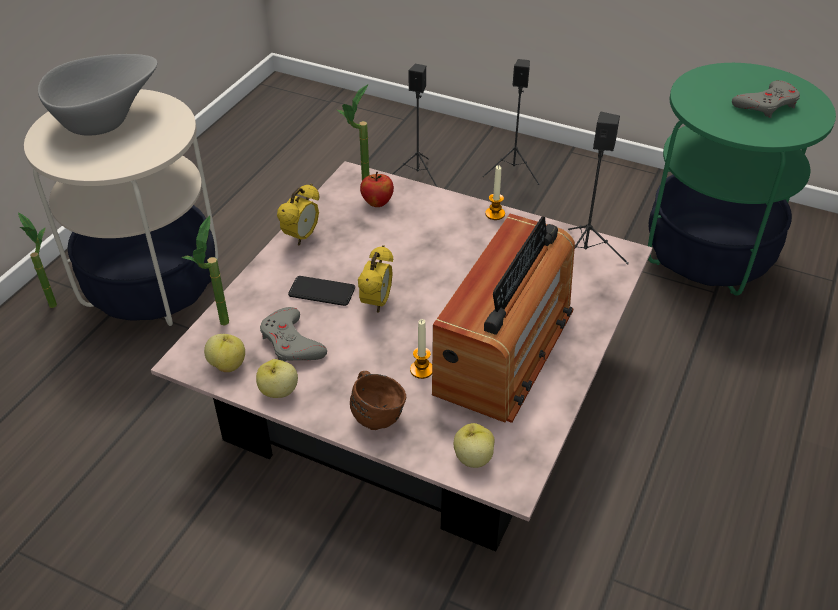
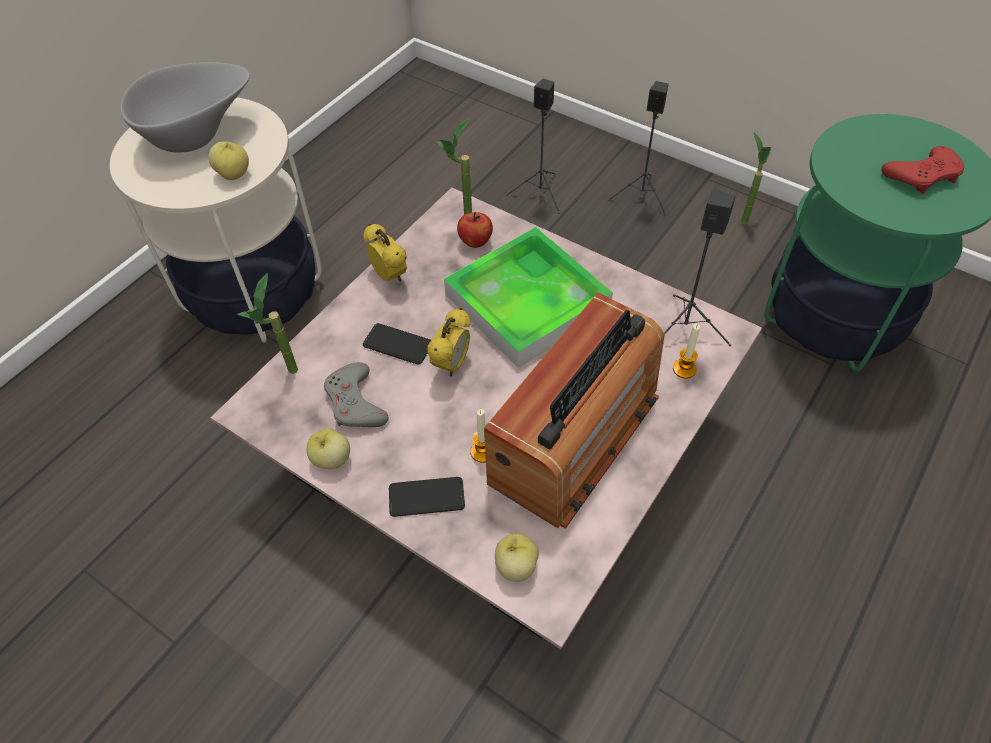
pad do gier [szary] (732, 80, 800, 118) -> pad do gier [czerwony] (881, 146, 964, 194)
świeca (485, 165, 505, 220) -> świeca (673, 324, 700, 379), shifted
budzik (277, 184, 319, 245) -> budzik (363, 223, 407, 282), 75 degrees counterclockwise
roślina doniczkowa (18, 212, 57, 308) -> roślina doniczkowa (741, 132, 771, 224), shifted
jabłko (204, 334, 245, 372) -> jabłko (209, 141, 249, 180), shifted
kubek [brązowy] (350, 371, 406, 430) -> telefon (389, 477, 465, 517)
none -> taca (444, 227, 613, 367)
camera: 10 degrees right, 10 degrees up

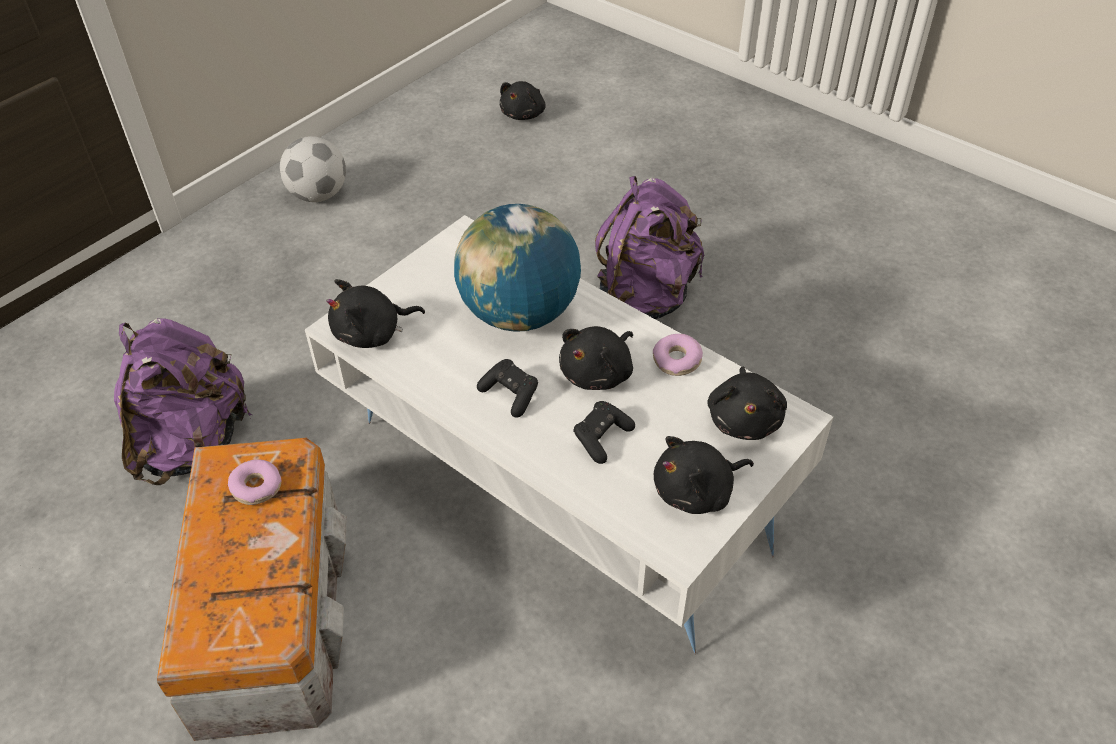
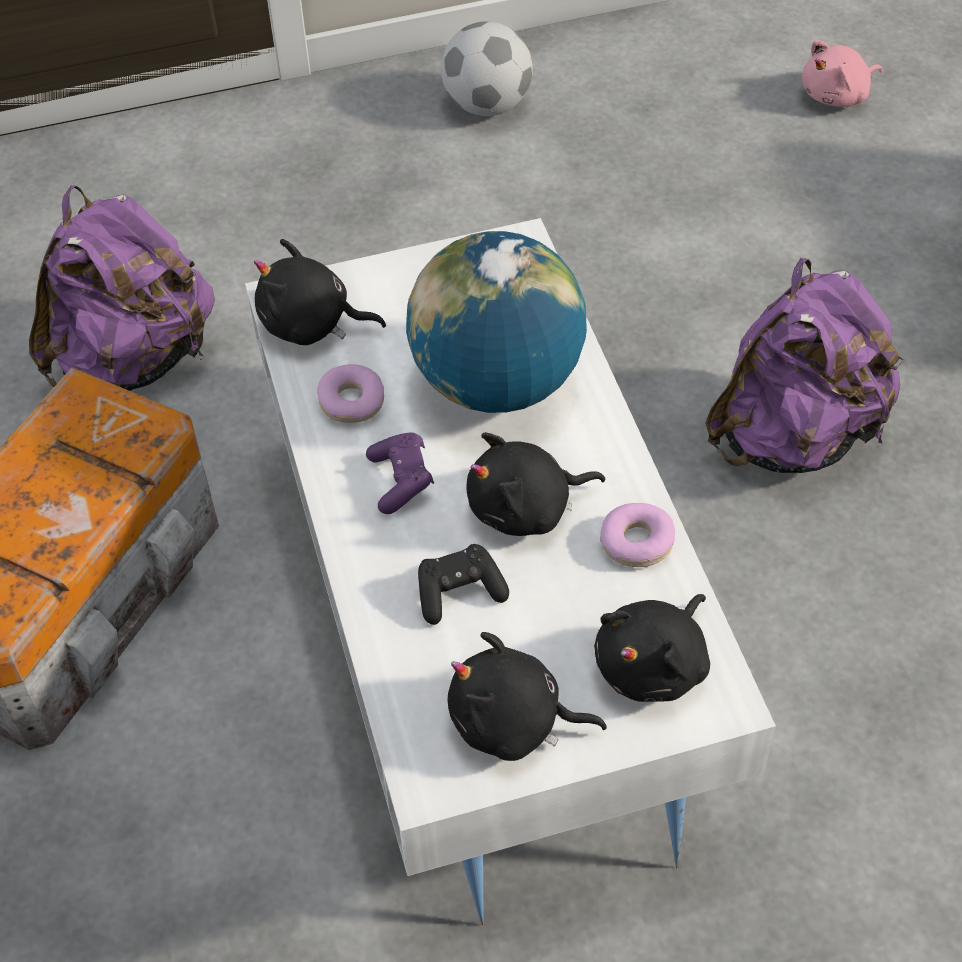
pluszak [czarny] (500, 81, 546, 120) -> pluszak [różowy] (802, 40, 883, 107)
pad do gier [czarny] (477, 359, 538, 418) -> pad do gier [fioletowy] (366, 433, 434, 514)
donut (228, 459, 281, 505) -> donut (317, 364, 384, 423), shifted
camera: 35 degrees right, 5 degrees up

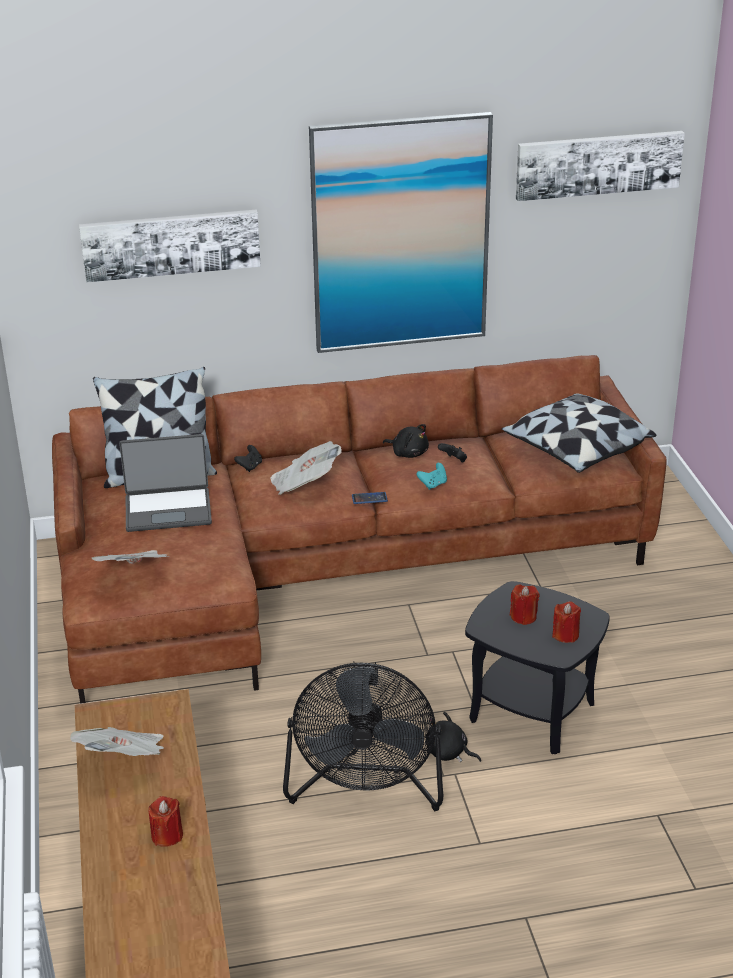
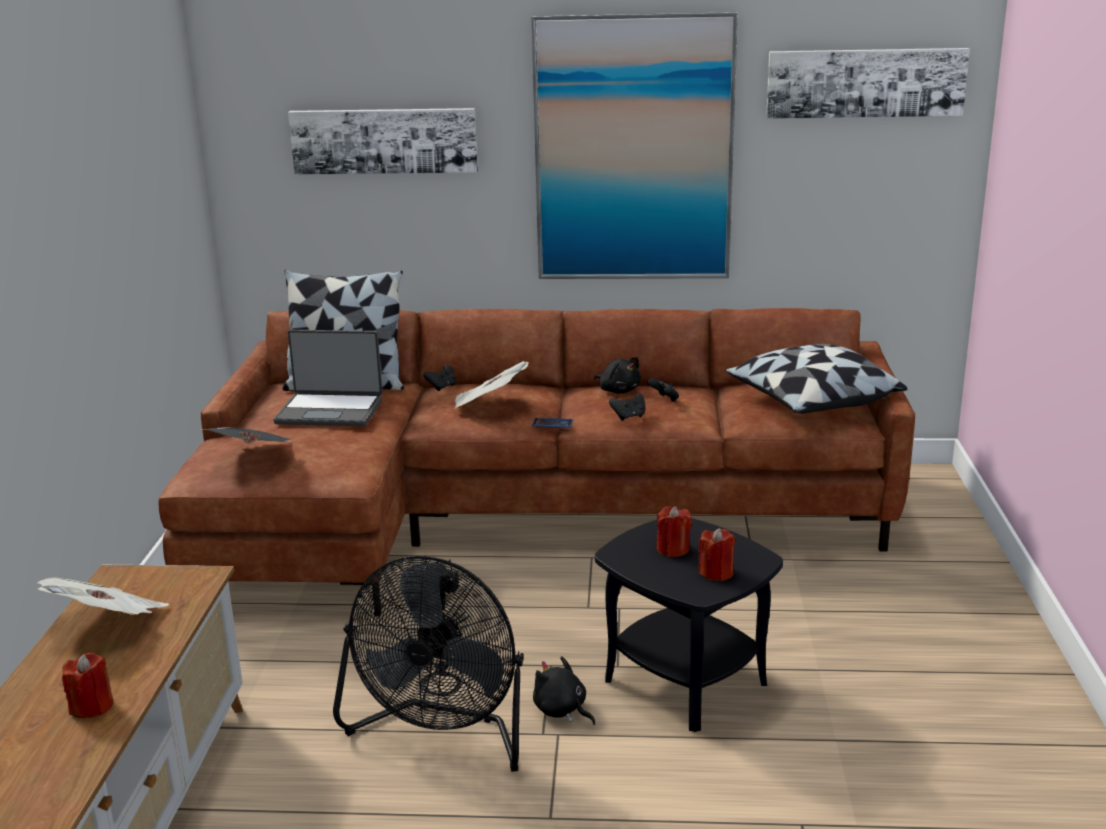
pad do gier [turkusowy] (417, 463, 447, 490) -> pad do gier [czarny] (609, 393, 645, 421)
camera: 15 degrees right, 10 degrees down

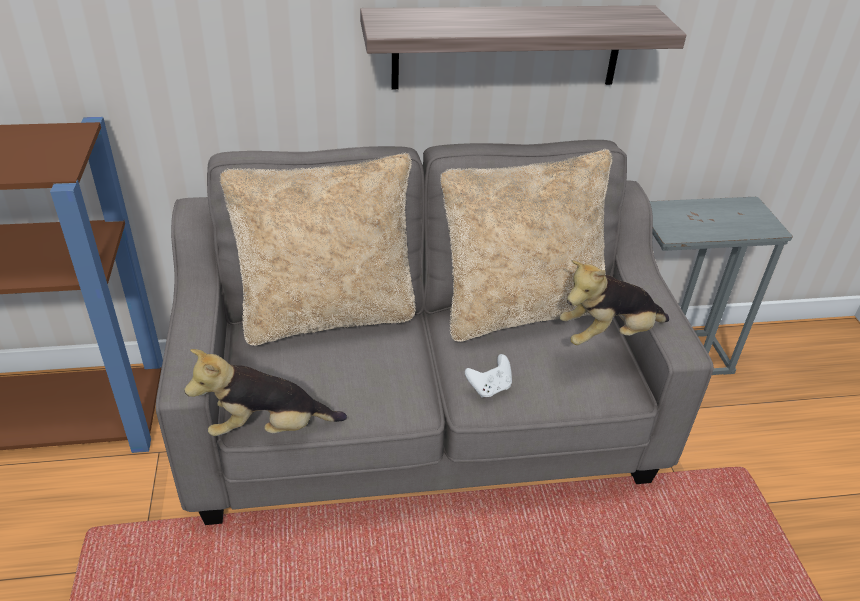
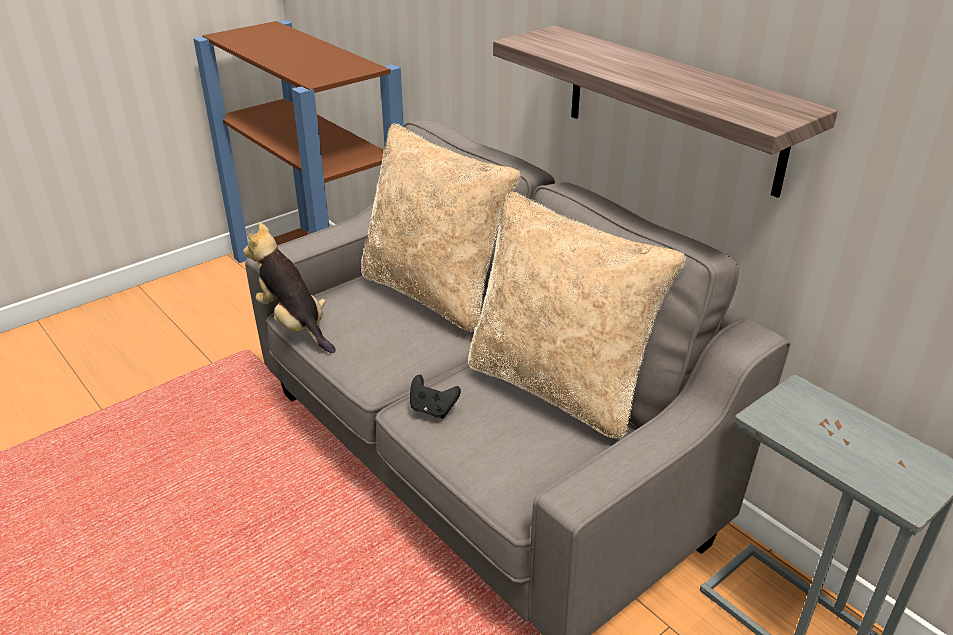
pluszak (560, 260, 669, 345) -> none
pad do gier [biały] (465, 354, 512, 398) -> pad do gier [czarny] (410, 375, 461, 418)
camera: 60 degrees right, 5 degrees down

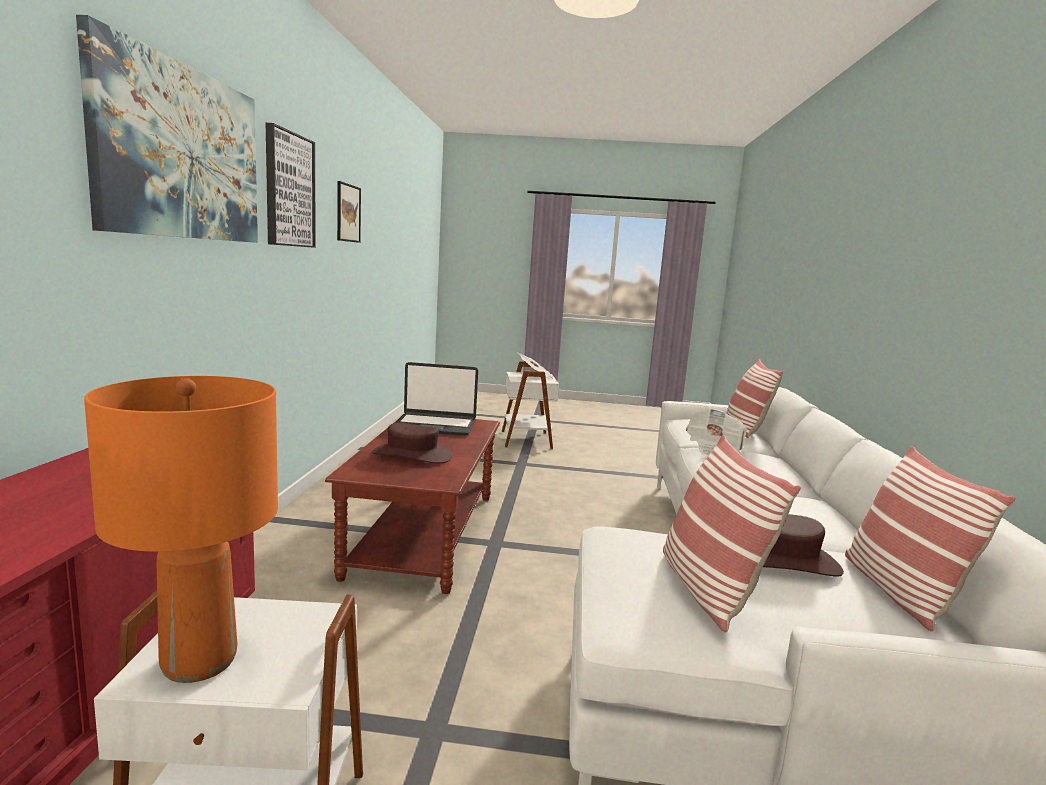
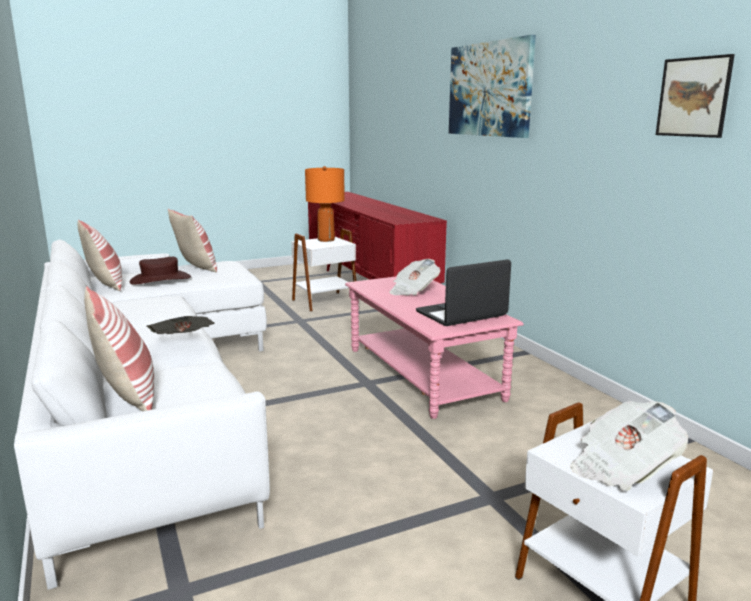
obraz (266, 123, 316, 248) -> none
ława [brązowy] (325, 419, 500, 594) -> ława [różowy] (345, 276, 524, 419)
kapelusz [brązowy] (372, 423, 452, 463) -> gazeta (389, 259, 440, 296)
camera: 150 degrees right, 5 degrees up

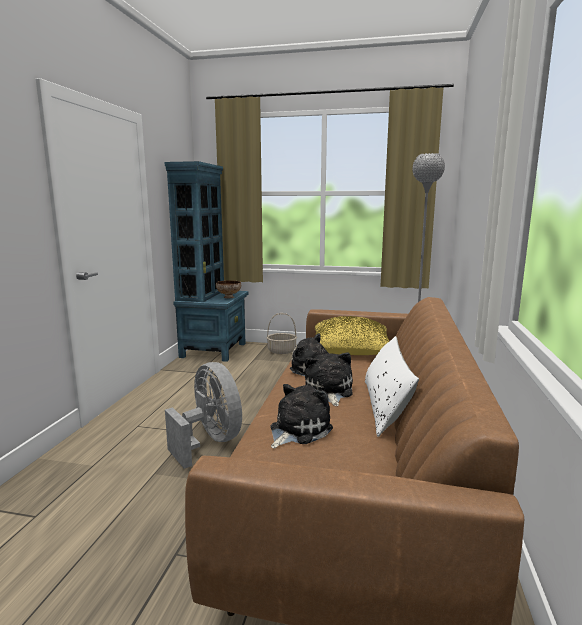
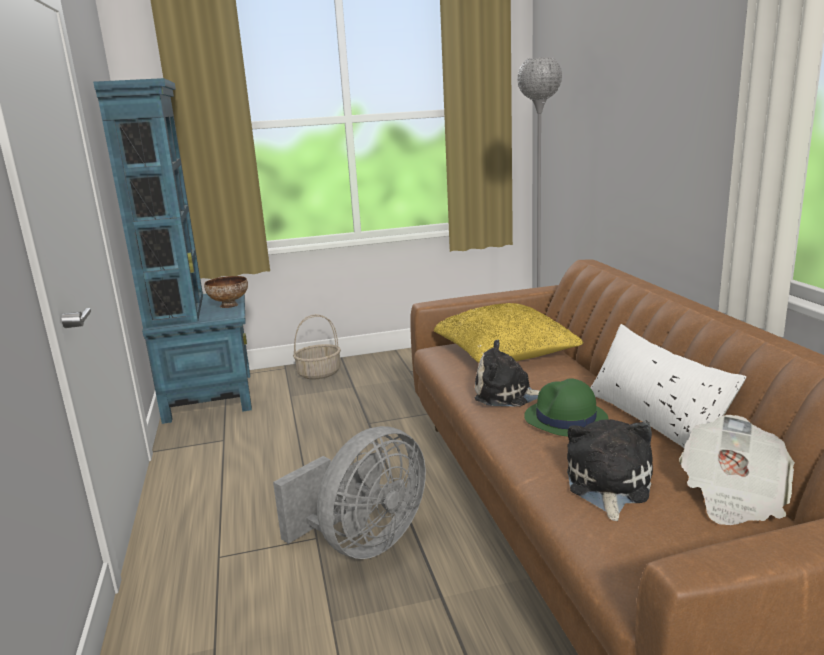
pluszak (305, 352, 353, 406) -> kapelusz [zielony] (524, 378, 609, 436)
wentylator [szary] (165, 362, 242, 469) -> wentylator [szary] (273, 426, 426, 559), 105 degrees clockwise
none -> gazeta (679, 415, 795, 525)
camera: 25 degrees left, 5 degrees up

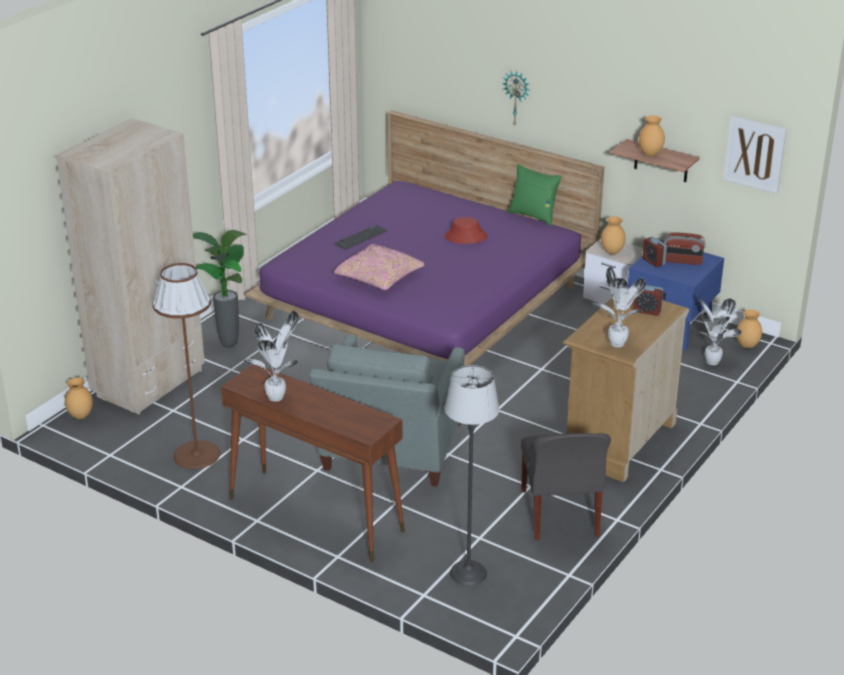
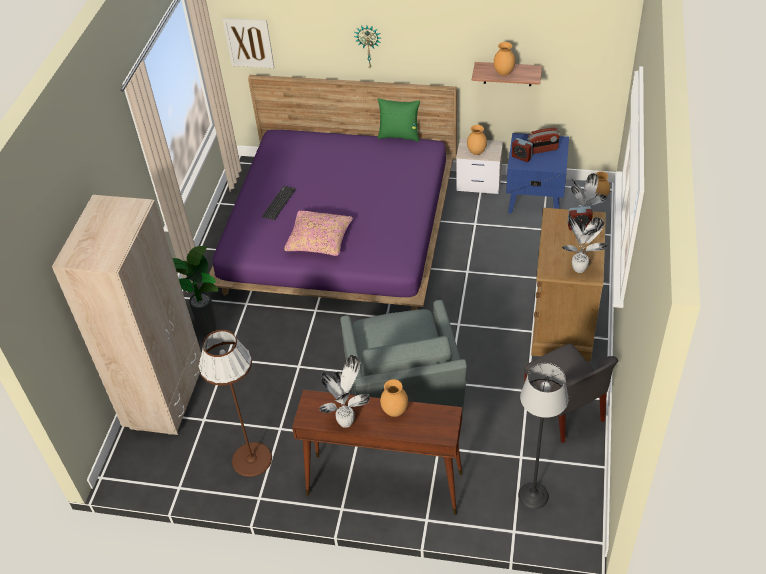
obraz (723, 115, 787, 194) -> obraz (222, 18, 274, 68), shifted
kapelusz [czerwony] (445, 217, 488, 244) -> none
wazon [brązowy] (65, 378, 93, 419) -> wazon [brązowy] (380, 379, 408, 417), shifted
camera: 20 degrees left, 15 degrees up

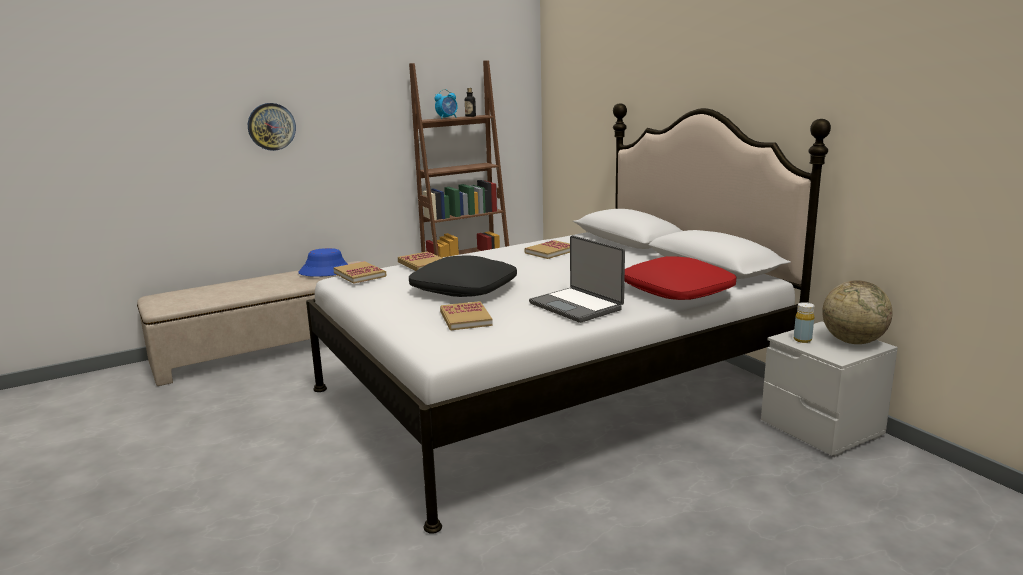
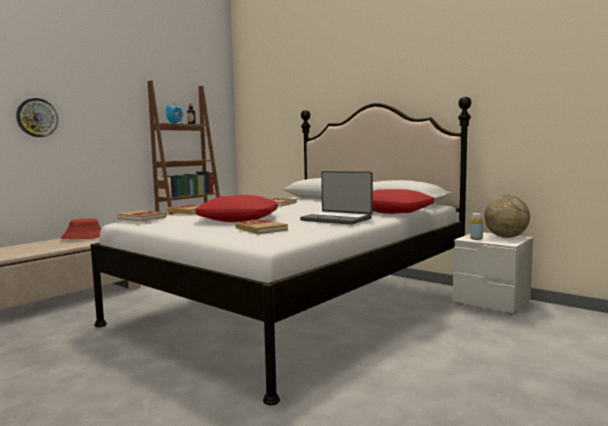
kapelusz [niebieski] (298, 248, 348, 277) -> kapelusz [czerwony] (61, 219, 101, 239)
poduszka [czarny] (409, 255, 517, 297) -> poduszka [czerwony] (195, 195, 278, 222)
camera: 20 degrees left, 10 degrees down

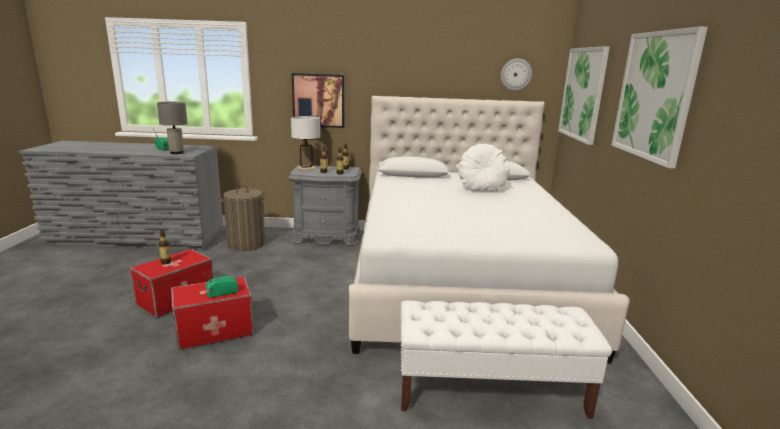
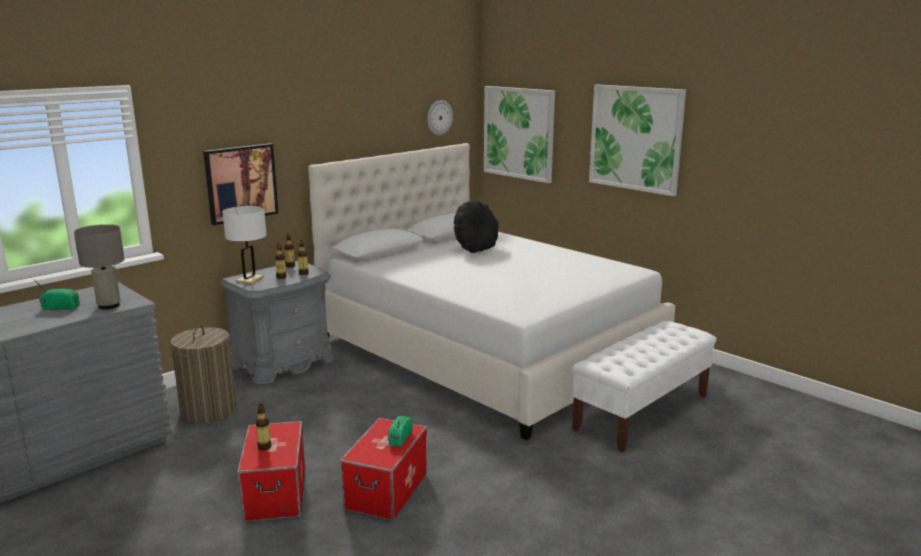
poduszka [biały] (458, 144, 510, 191) -> poduszka [czarny] (454, 200, 499, 253)
camera: 45 degrees left, 0 degrees up

